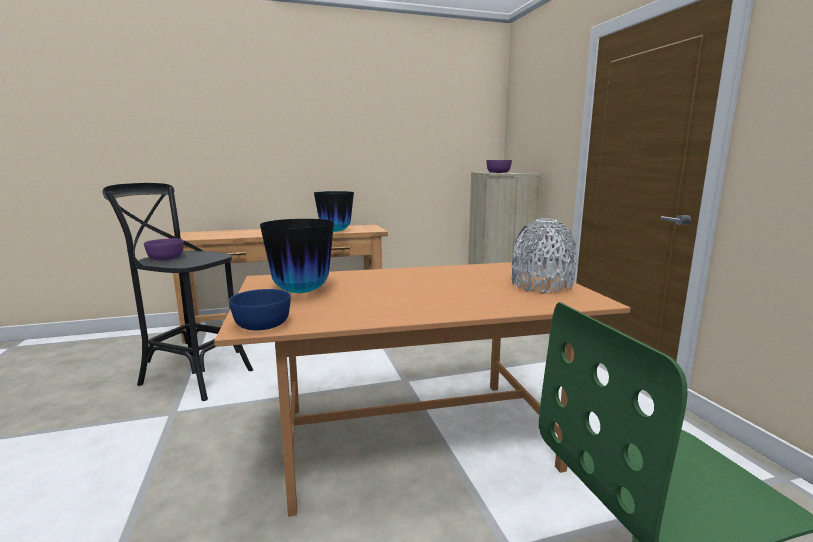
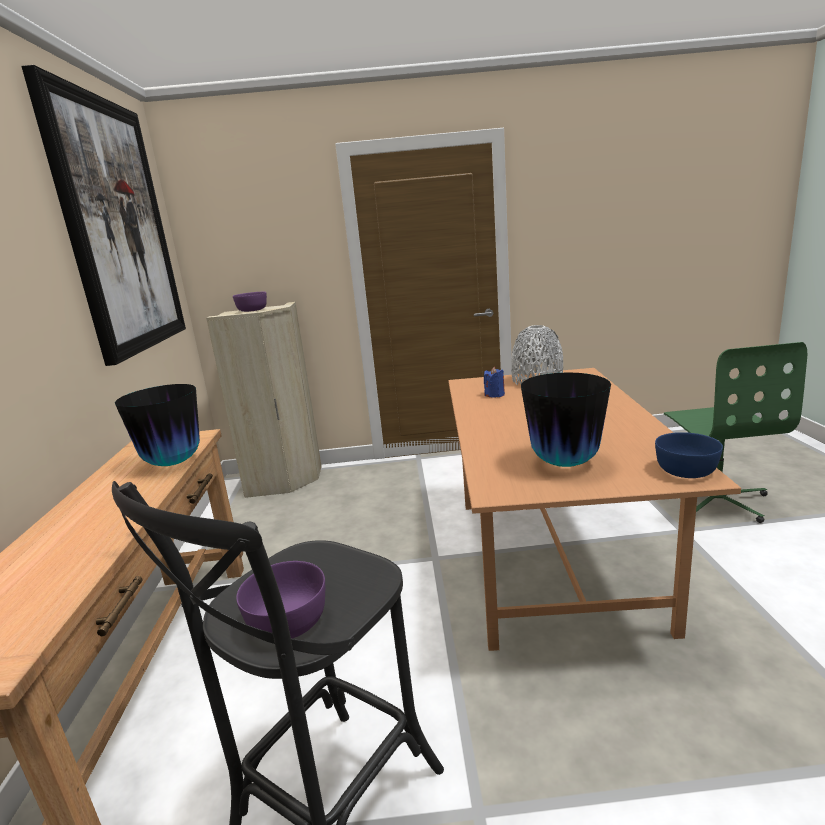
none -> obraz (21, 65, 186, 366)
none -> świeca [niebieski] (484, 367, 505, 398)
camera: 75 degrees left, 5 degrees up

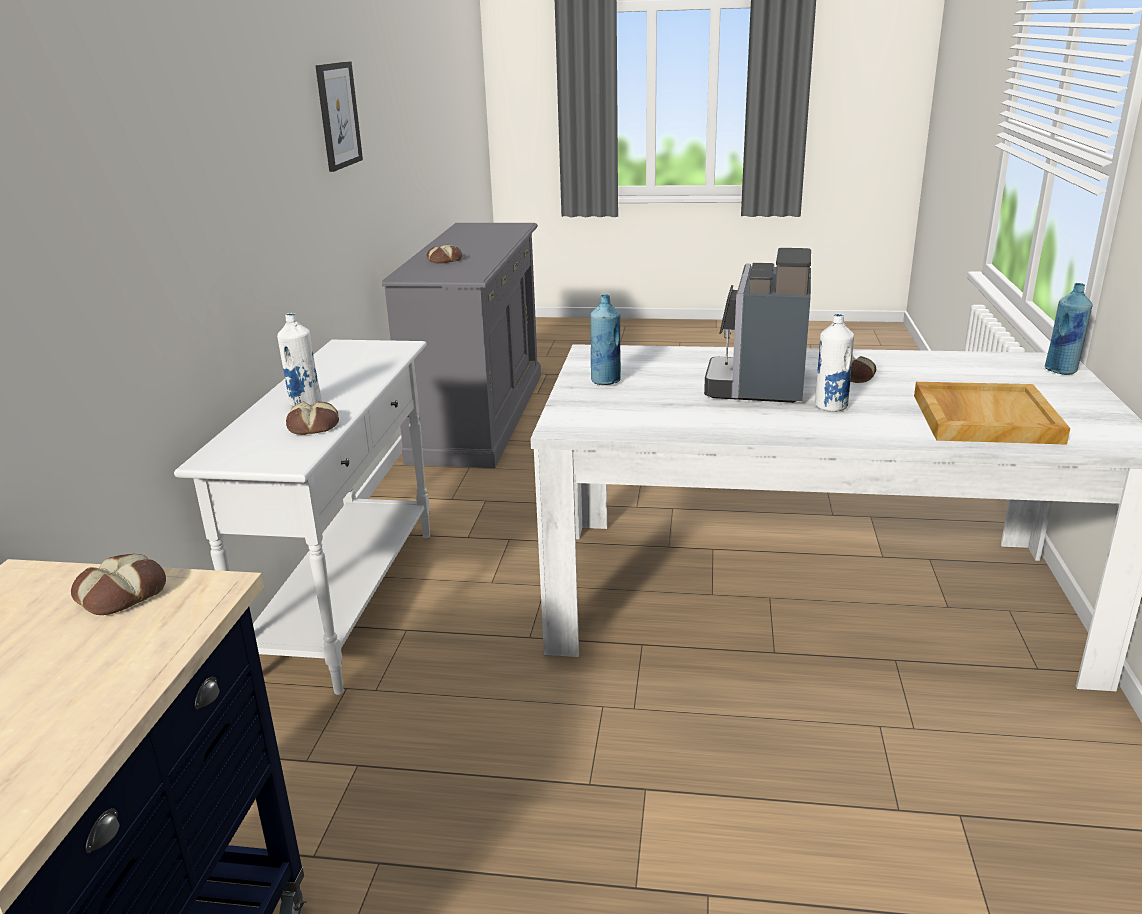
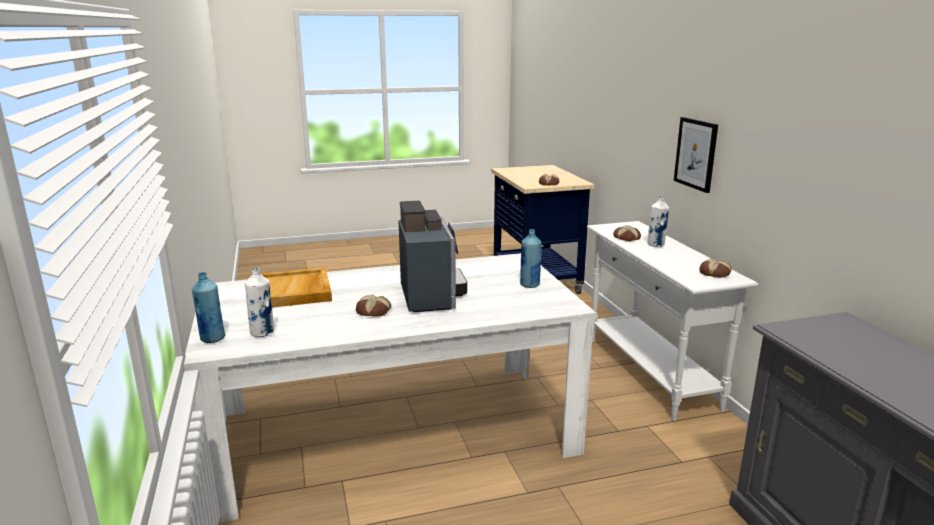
obraz (316, 61, 363, 172) -> obraz (674, 117, 718, 193), shifted
chleb (427, 245, 462, 263) -> chleb (699, 258, 732, 278), shifted
butelka [biały] (815, 314, 854, 412) -> butelka [biały] (245, 267, 274, 337), shifted
camera: 155 degrees right, 5 degrees down

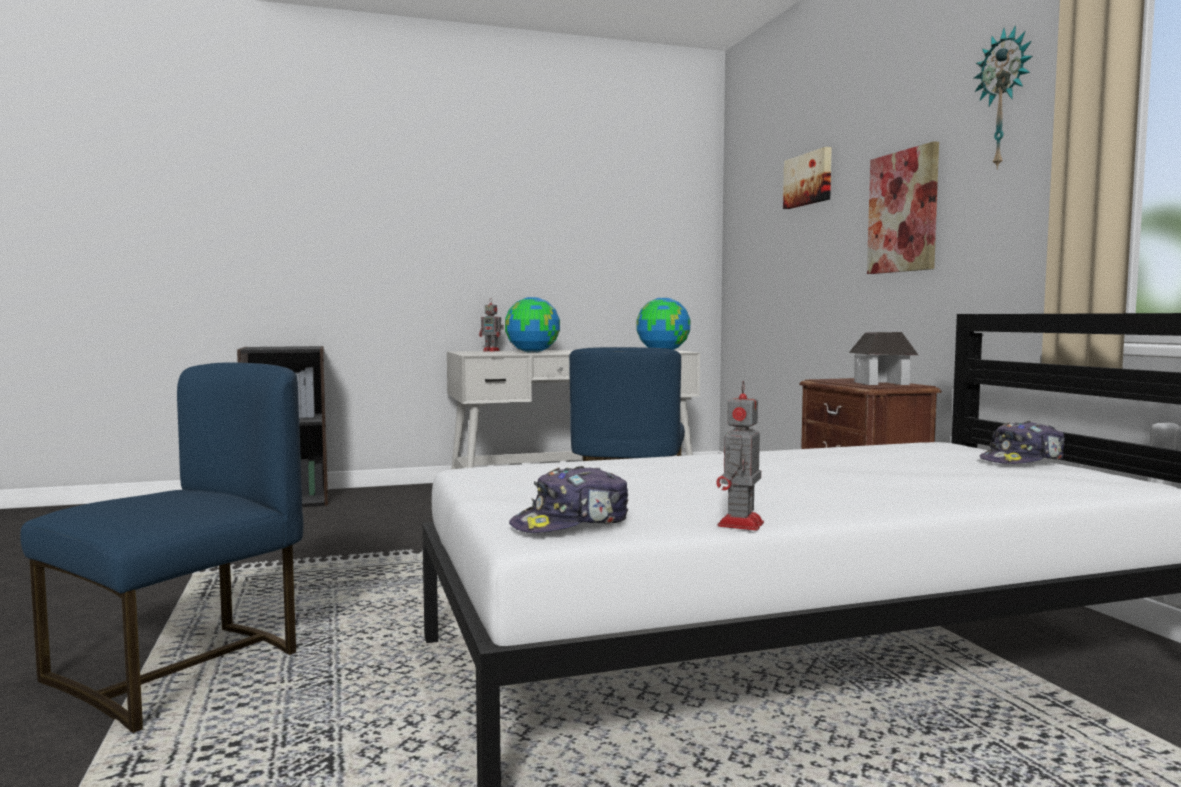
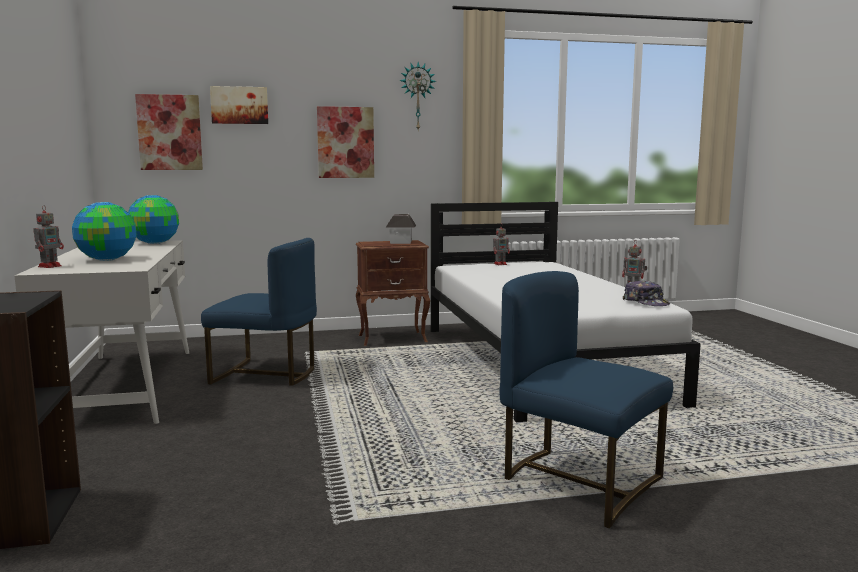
czapka z daszkiem (980, 421, 1065, 464) -> robot zabawkowy (493, 224, 510, 265)
none -> obraz (135, 94, 203, 170)
camera: 85 degrees left, 5 degrees up

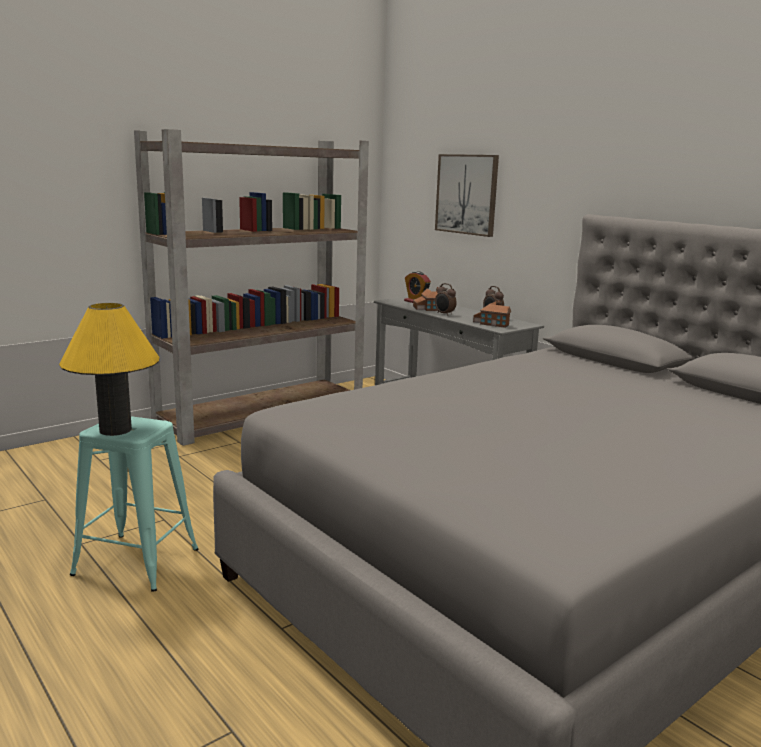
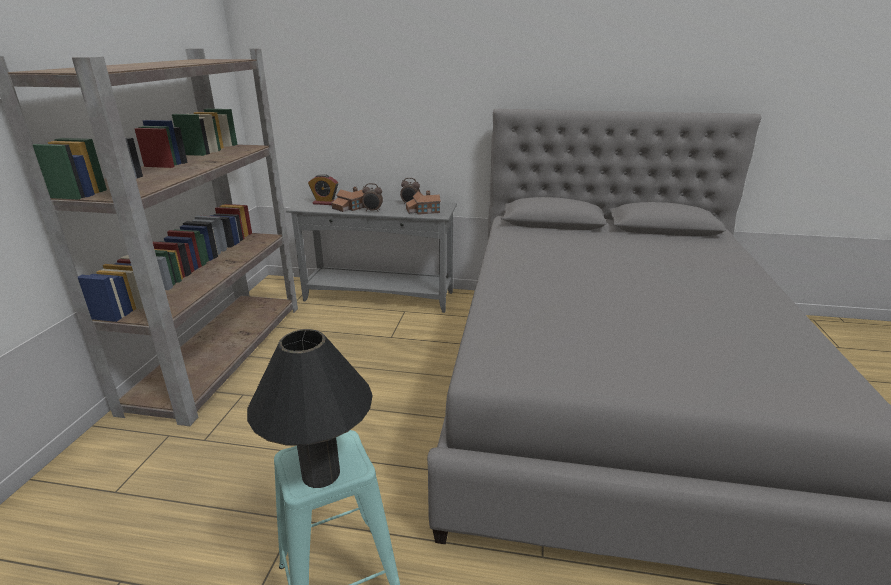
obraz (435, 154, 499, 237) -> none
lampa stołowa [żółty] (59, 303, 159, 436) -> lampa stołowa [czarny] (247, 329, 373, 488)
camera: 40 degrees left, 10 degrees up

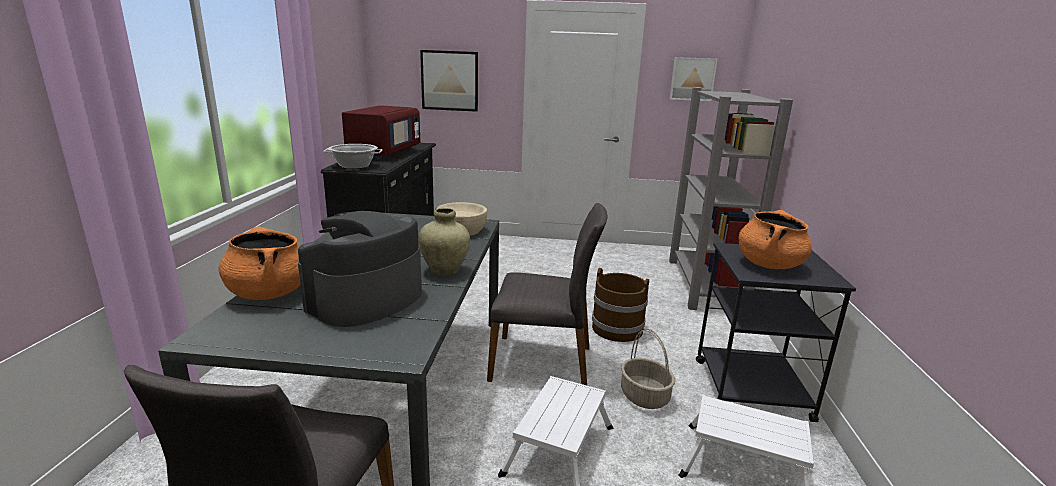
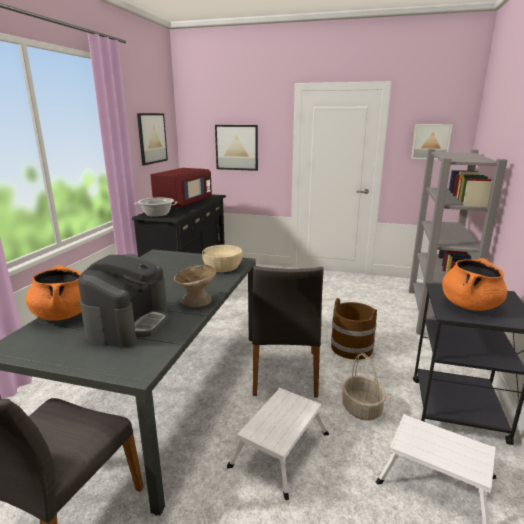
krzesło [szary] (487, 203, 608, 385) -> krzesło [szary] (252, 266, 324, 398), 75 degrees clockwise
wazon [beżowy] (418, 208, 470, 276) -> miska [beżowy] (174, 265, 216, 308)
ekspres do kawy (298, 211, 422, 327) -> ekspres do kawy (78, 254, 168, 348), 150 degrees clockwise
none -> obraz (137, 113, 168, 165)
camera: 10 degrees right, 0 degrees up

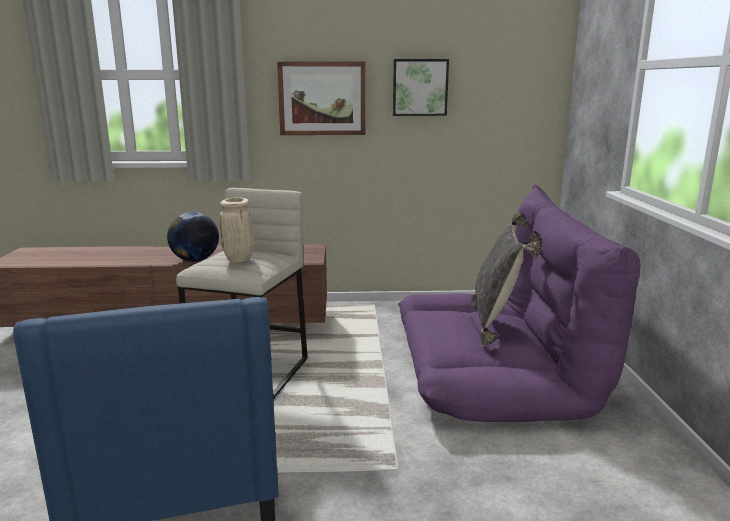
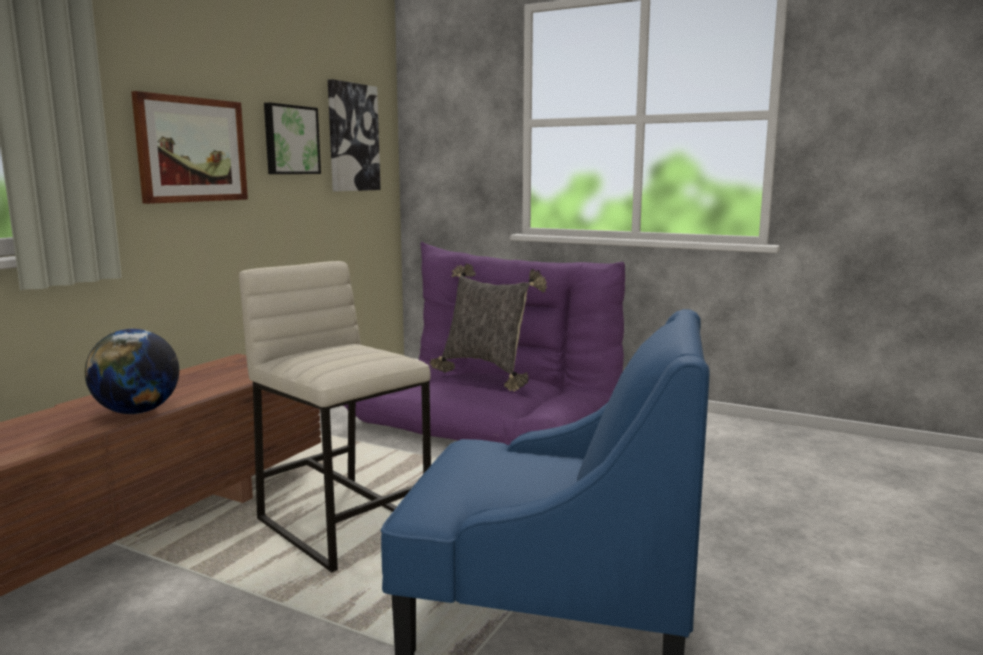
wazon [beżowy] (219, 197, 254, 263) -> none
none -> obraz (328, 79, 381, 191)
camera: 60 degrees left, 5 degrees down

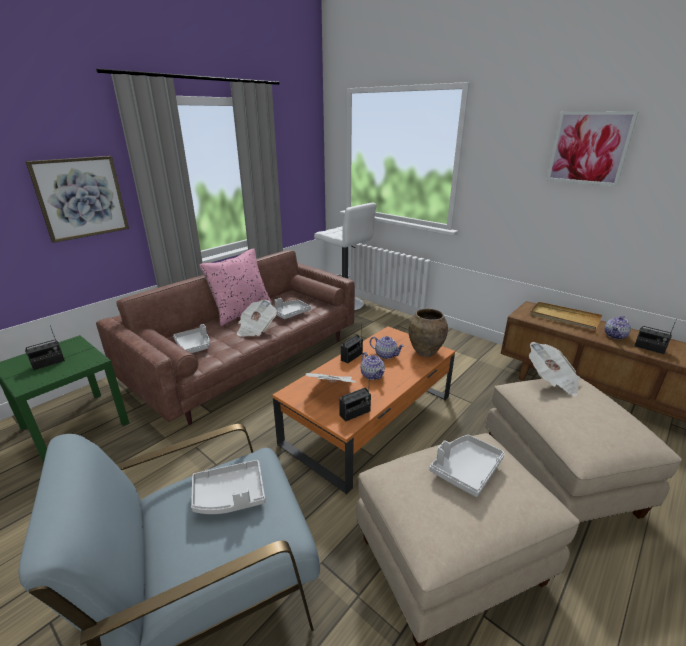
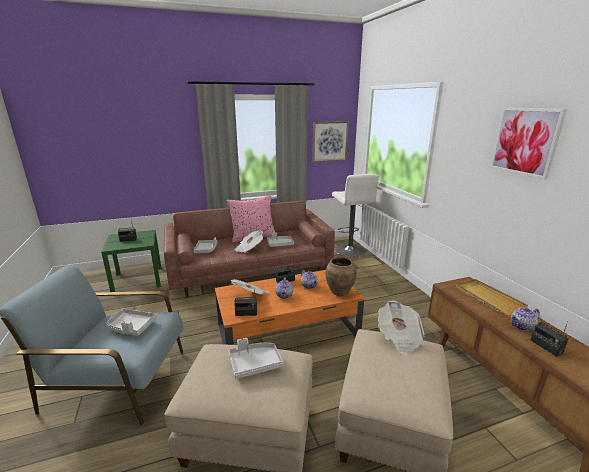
obraz (25, 156, 129, 243) -> obraz (312, 121, 349, 162), shifted
camera: 30 degrees right, 5 degrees down

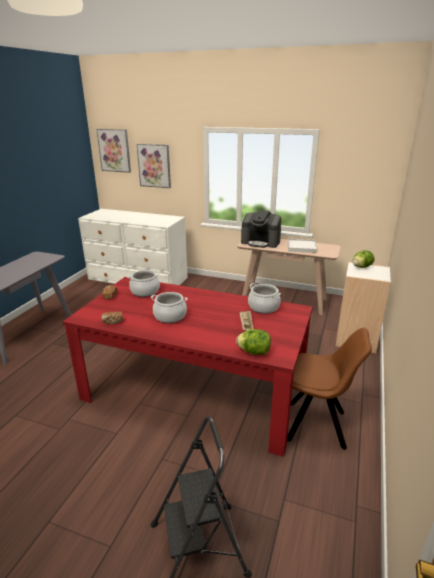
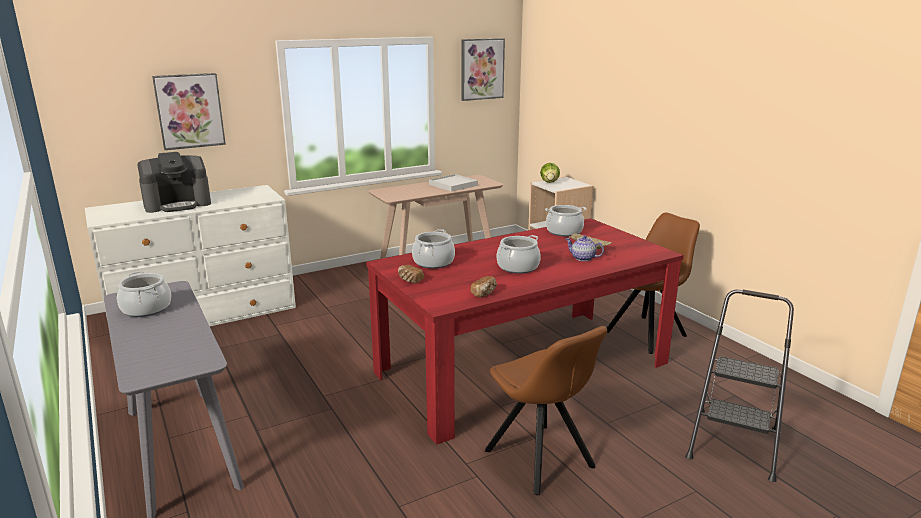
obraz (96, 129, 131, 173) -> obraz (461, 38, 505, 101), shifted
ekspres do kawy (241, 210, 281, 248) -> ekspres do kawy (138, 152, 211, 213), shifted
sałata (236, 329, 271, 355) -> none
none -> imbryk (566, 236, 604, 261)
none -> garnek (117, 271, 171, 317)
none -> krzesło [brązowy] (485, 326, 607, 495)
camera: 50 degrees left, 5 degrees down

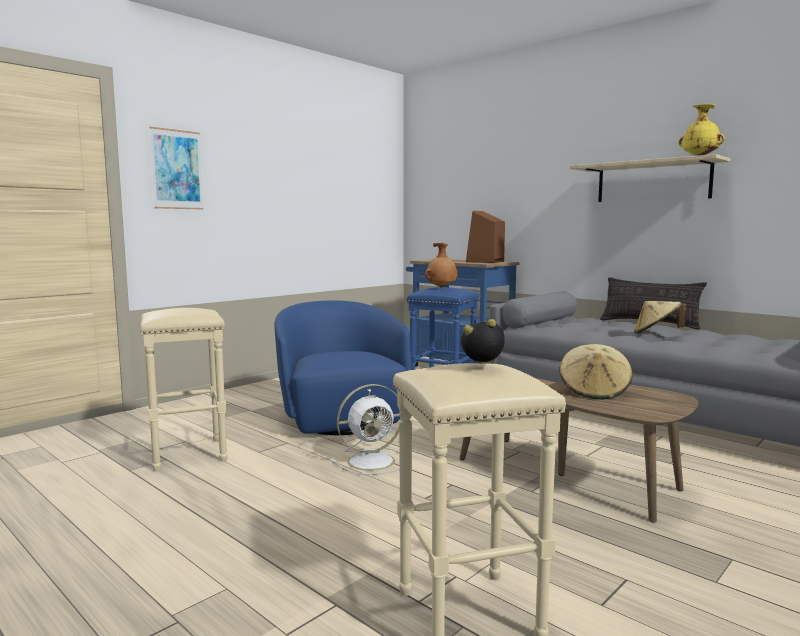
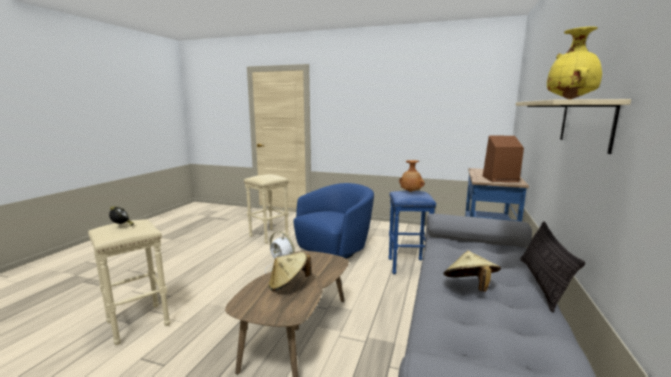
obraz (150, 127, 203, 210) -> none
camera: 65 degrees right, 5 degrees up

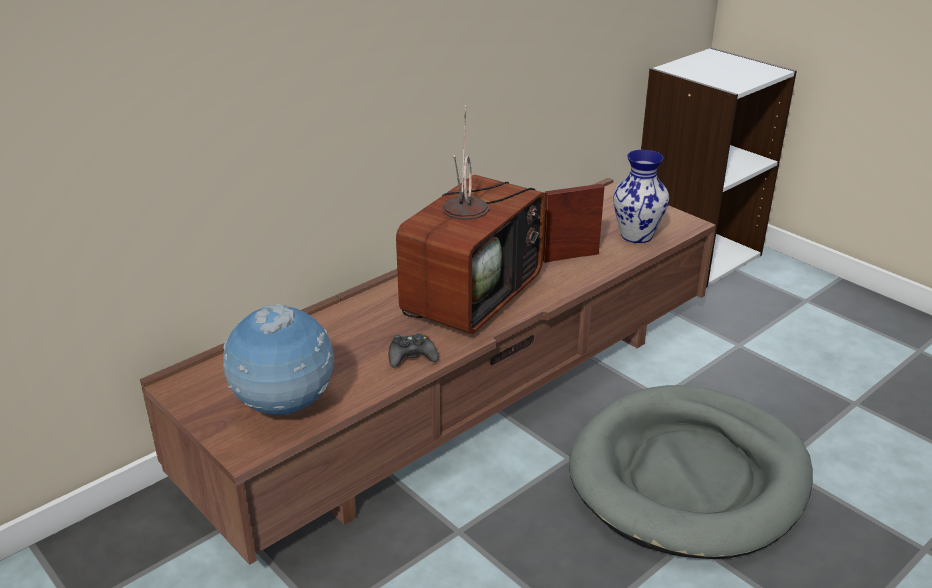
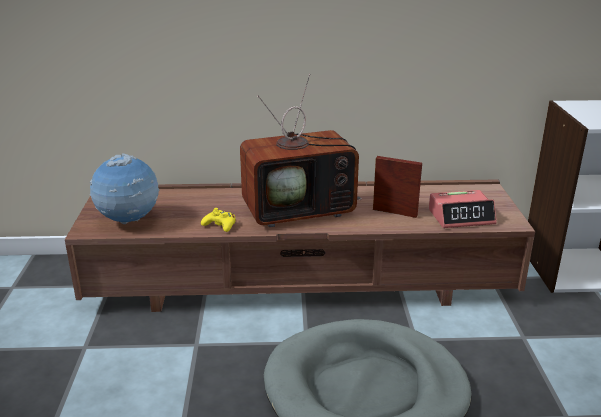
wazon (613, 150, 669, 243) -> budzik (429, 190, 497, 228)
pad do gier [czarny] (389, 334, 439, 368) -> pad do gier [żółty] (201, 208, 236, 232)
camera: 40 degrees right, 5 degrees down

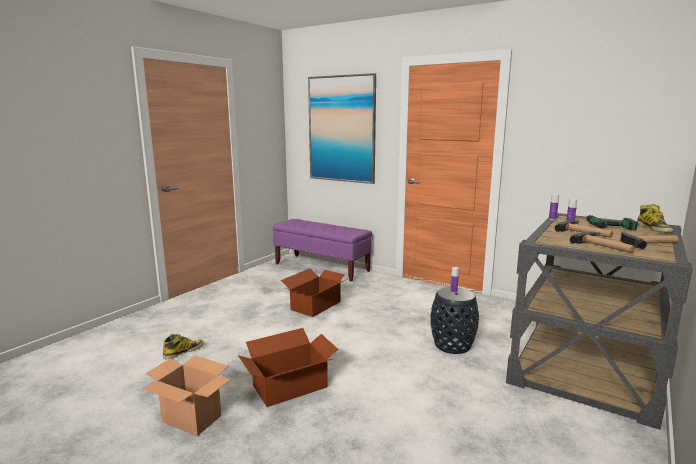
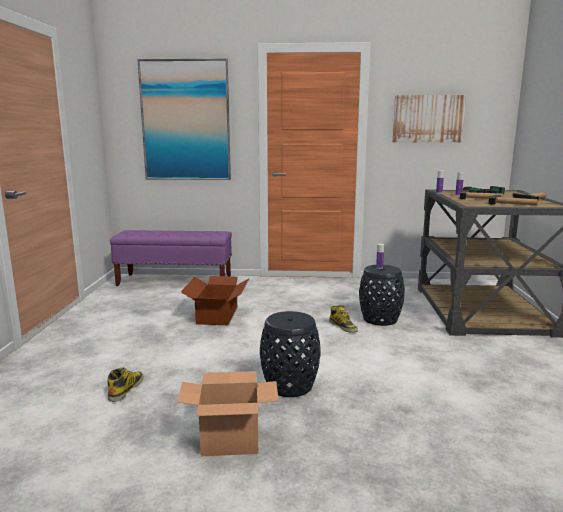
but z cholewką (637, 204, 673, 232) -> but z cholewką (329, 305, 358, 333), shifted
karton (238, 328, 338, 407) -> stołek [czarny] (260, 311, 321, 397)
none -> obraz (393, 95, 466, 143)
camera: 30 degrees left, 0 degrees up

